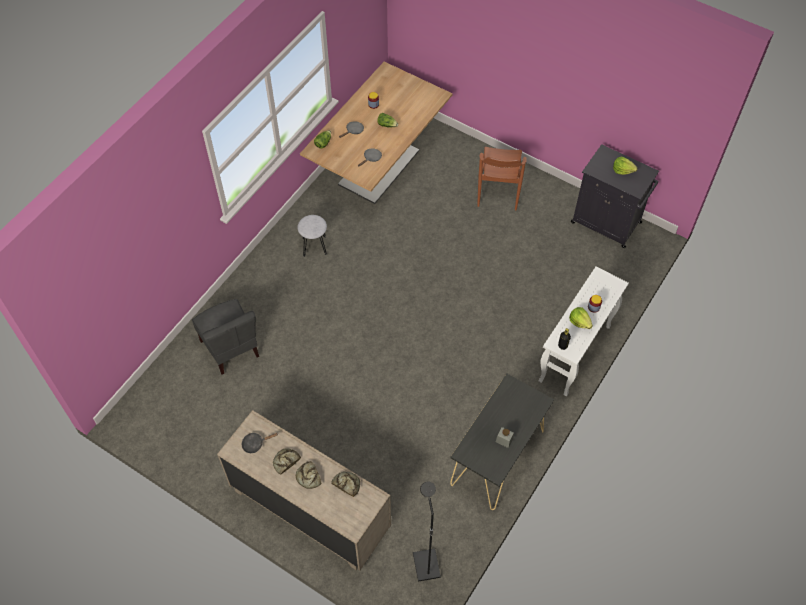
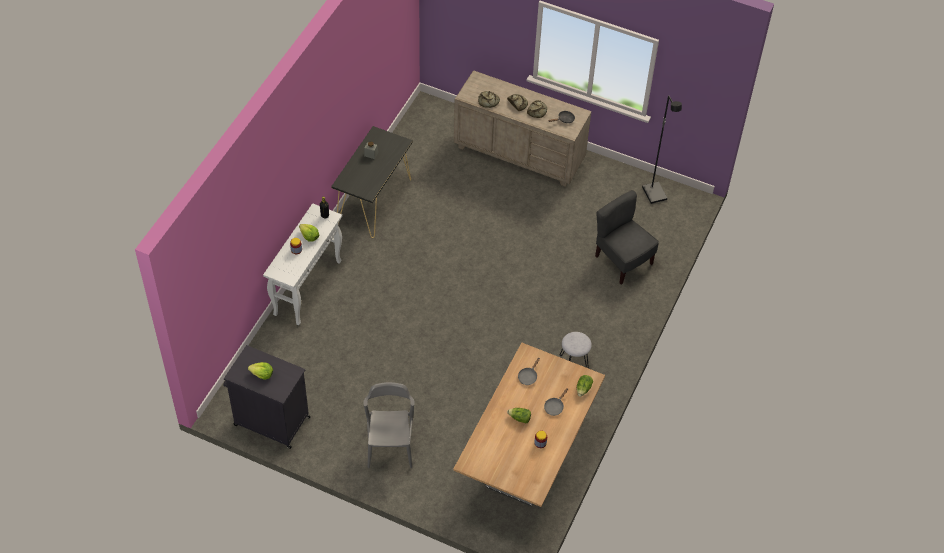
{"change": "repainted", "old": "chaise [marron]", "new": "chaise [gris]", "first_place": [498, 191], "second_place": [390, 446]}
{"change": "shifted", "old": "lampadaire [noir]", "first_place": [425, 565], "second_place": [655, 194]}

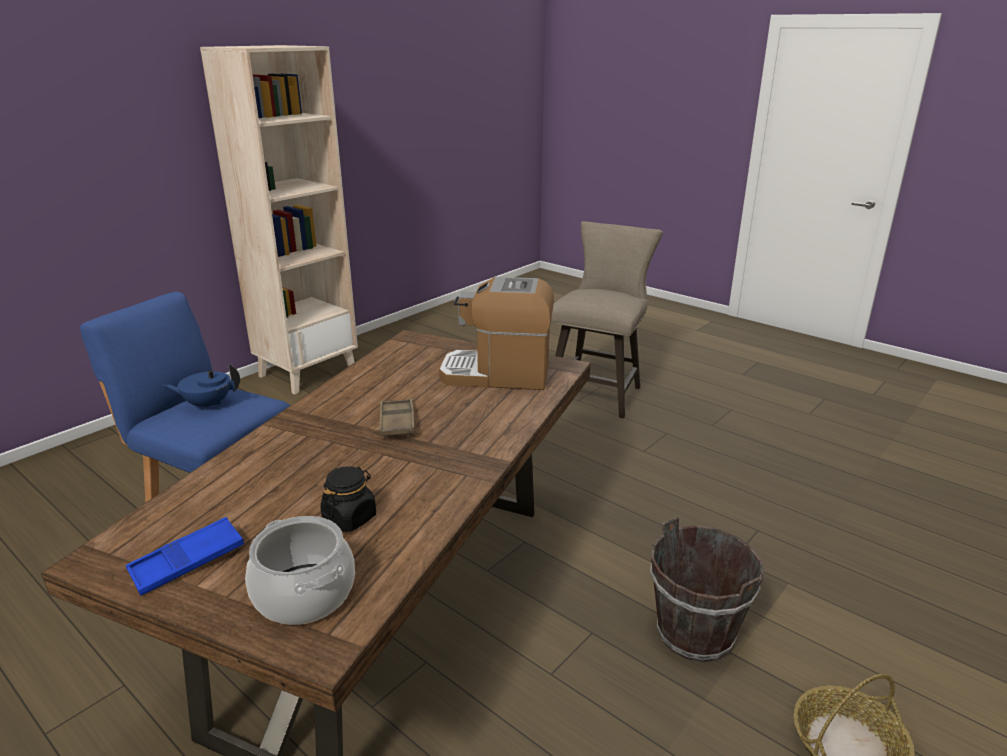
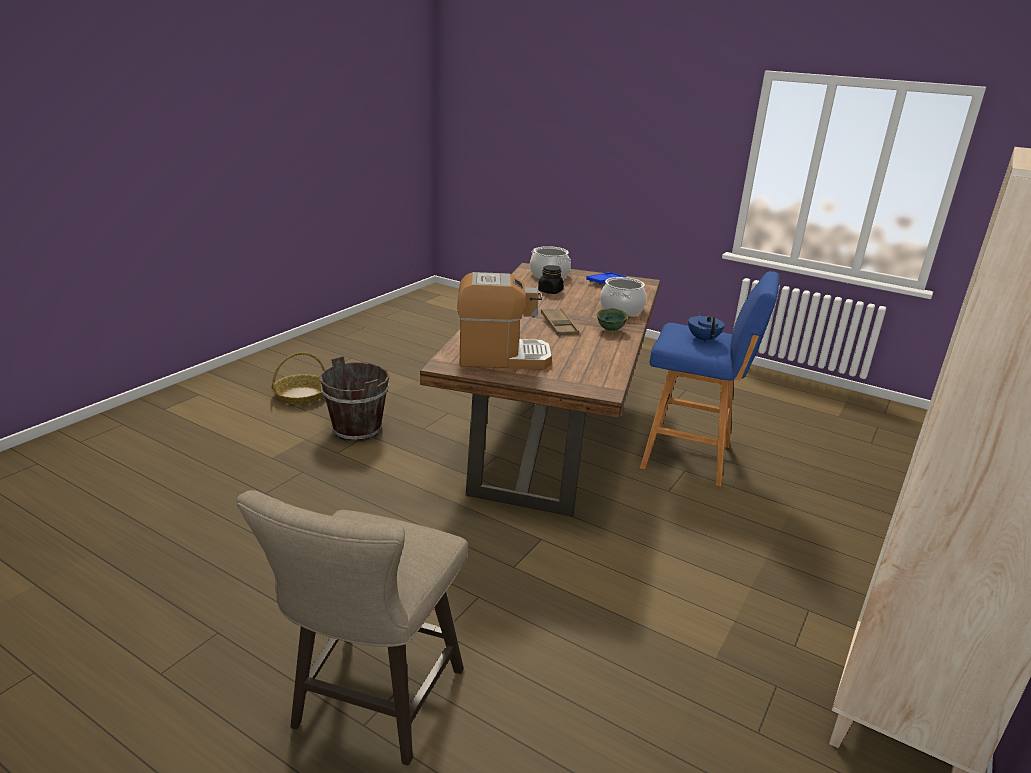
{"change": "rotated", "old": "théière [bleu]", "first_place": [207, 404], "second_place": [703, 339], "degrees": -75}
{"change": "new", "new": "marmite", "second_place": [621, 309]}
{"change": "new", "new": "bol [vert]", "second_place": [611, 330]}

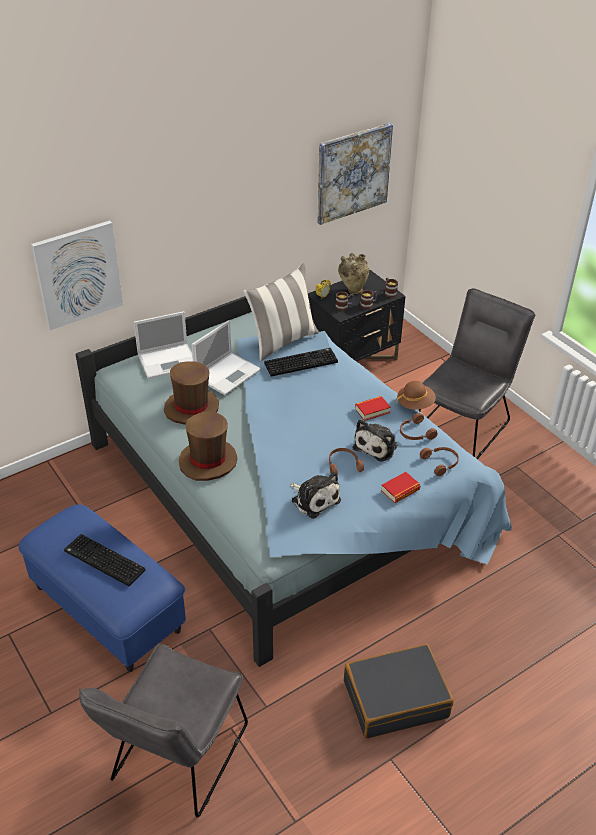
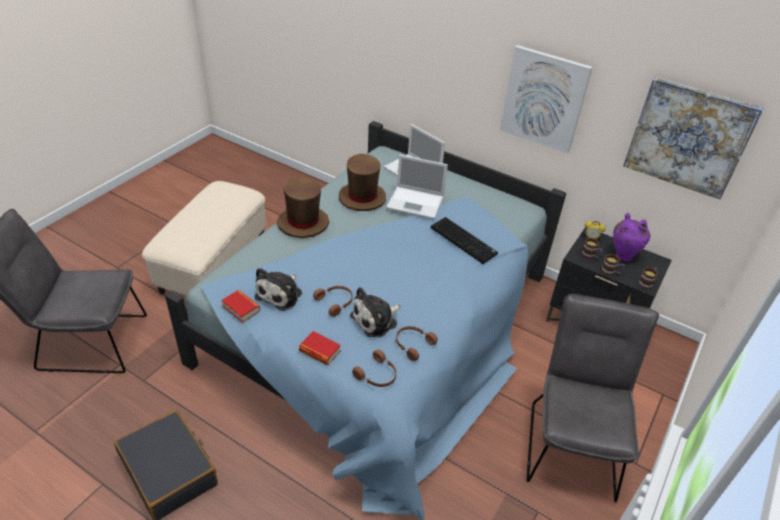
{"change": "shifted", "old": "tableau", "first_place": [78, 274], "second_place": [544, 99]}
{"change": "repainted", "old": "vase [beige]", "new": "vase [violet]", "first_place": [352, 290], "second_place": [623, 255]}
{"change": "gone", "old": "coussin", "first_place": [282, 341]}
{"change": "rotated", "old": "chaise [gris]", "first_place": [464, 423], "second_place": [571, 443], "degrees": -90}
{"change": "gone", "old": "chapeau [marron]", "first_place": [415, 404]}
{"change": "shifted", "old": "livre", "first_place": [372, 410], "second_place": [241, 308]}
{"change": "rotated", "old": "peluche", "first_place": [377, 446], "second_place": [376, 320], "degrees": -45}
{"change": "repainted", "old": "pouf [bleu]", "new": "pouf [beige]", "first_place": [106, 609], "second_place": [213, 263]}
{"change": "gone", "old": "clavier", "first_place": [103, 561]}

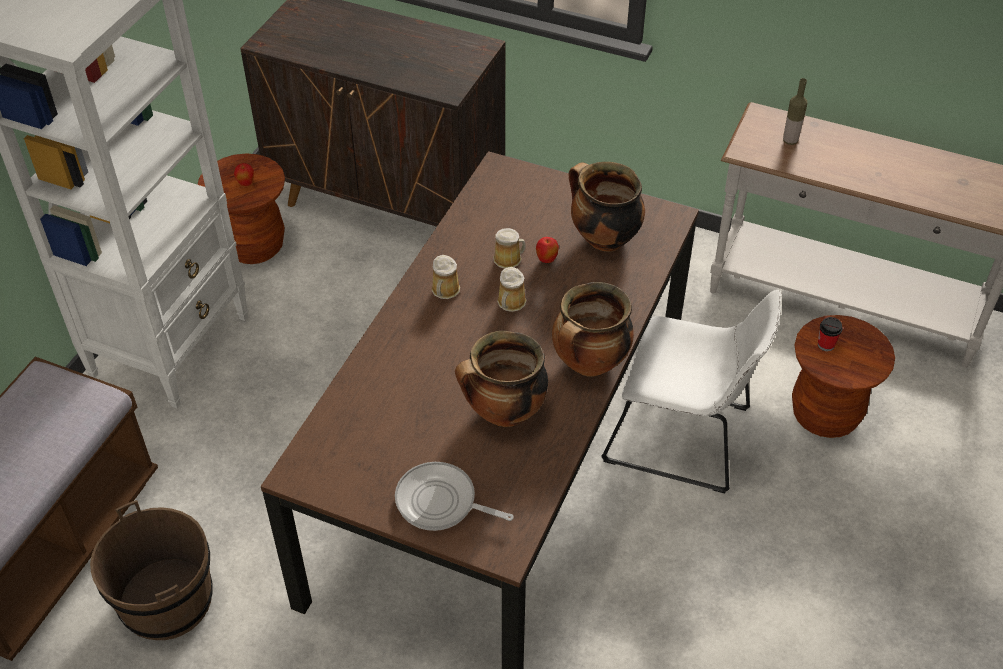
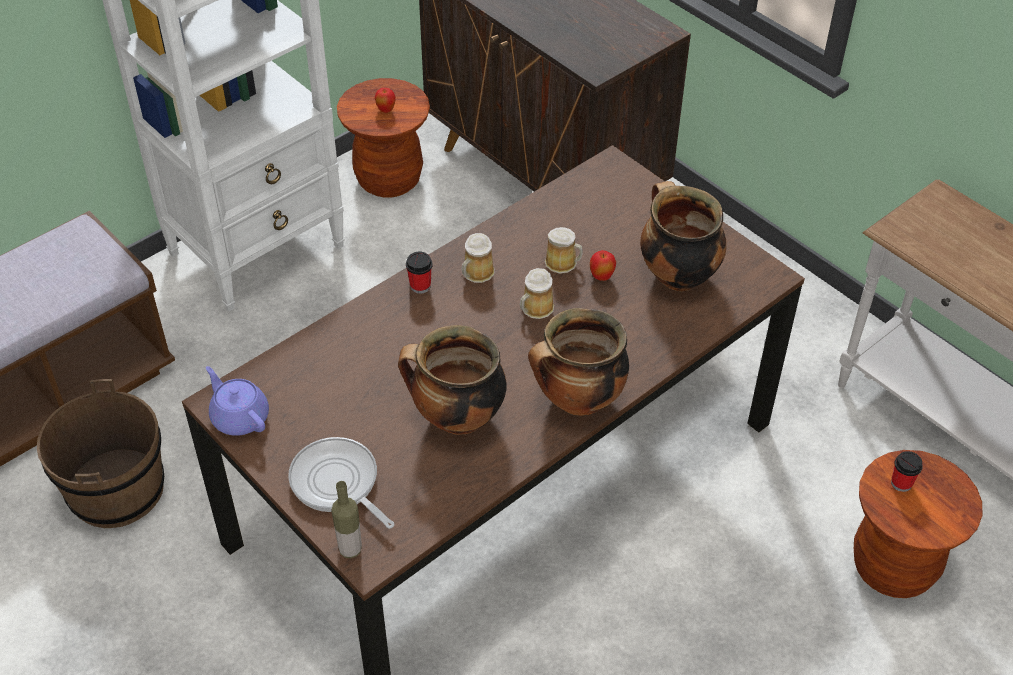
{"change": "shifted", "old": "bouteille", "first_place": [790, 141], "second_place": [350, 549]}
{"change": "gone", "old": "chaise [blanc]", "first_place": [683, 437]}
{"change": "new", "new": "tasse", "second_place": [420, 286]}
{"change": "new", "new": "théière [violet]", "second_place": [239, 417]}

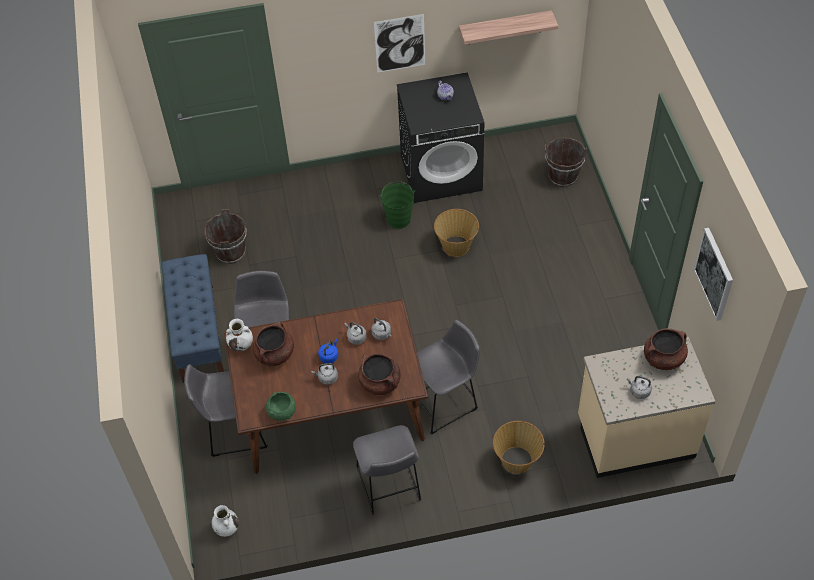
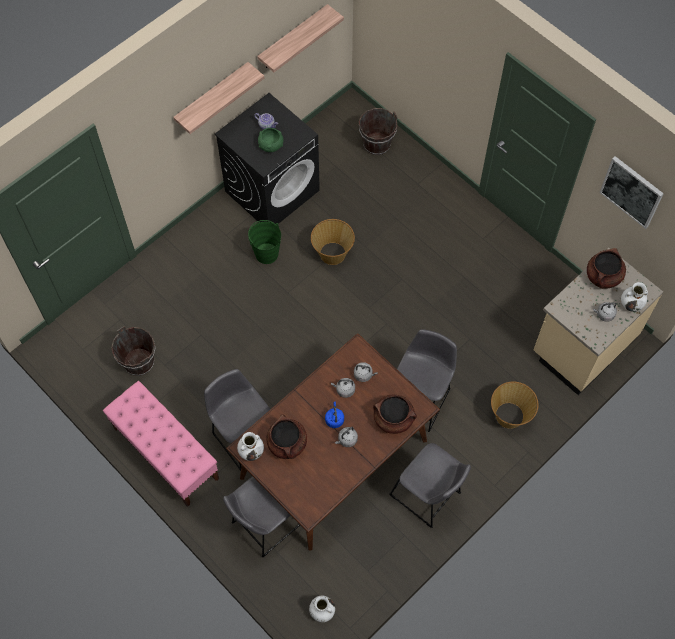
{"change": "swapped", "old": "tableau", "new": "étagère", "first_place": [400, 43], "second_place": [212, 97]}
{"change": "repainted", "old": "banc [bleu]", "new": "banc [rose]", "first_place": [198, 332], "second_place": [165, 453]}
{"change": "shifted", "old": "bol [vert]", "first_place": [282, 411], "second_place": [271, 145]}
{"change": "new", "new": "vase [blanc]", "second_place": [631, 304]}

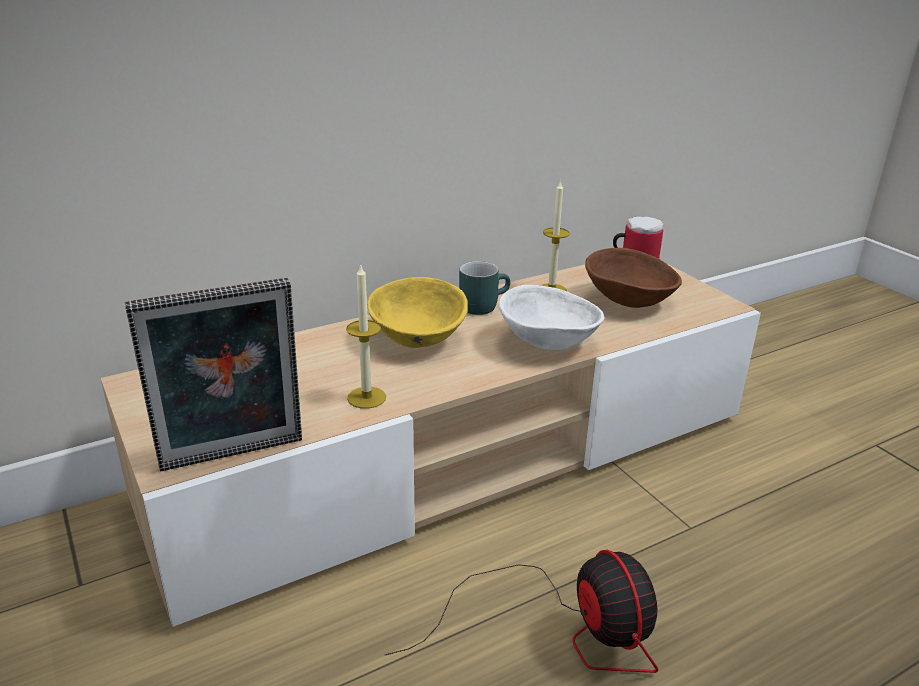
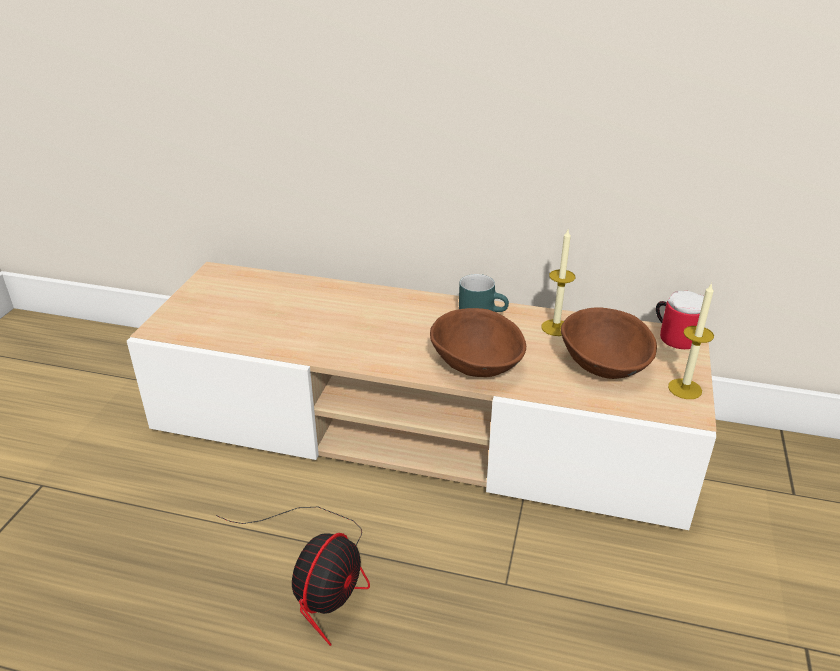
{"change": "shifted", "old": "bougie", "first_place": [366, 397], "second_place": [685, 389]}
{"change": "gone", "old": "bol [jaune]", "first_place": [417, 339]}
{"change": "gone", "old": "cadre photo", "first_place": [233, 457]}
{"change": "repainted", "old": "bol [blanc]", "new": "bol [marron]", "first_place": [548, 343], "second_place": [477, 366]}

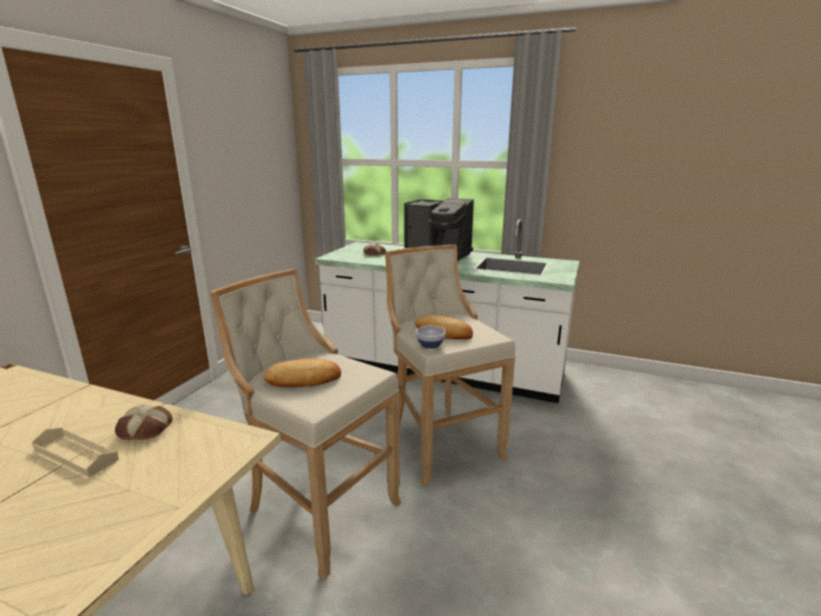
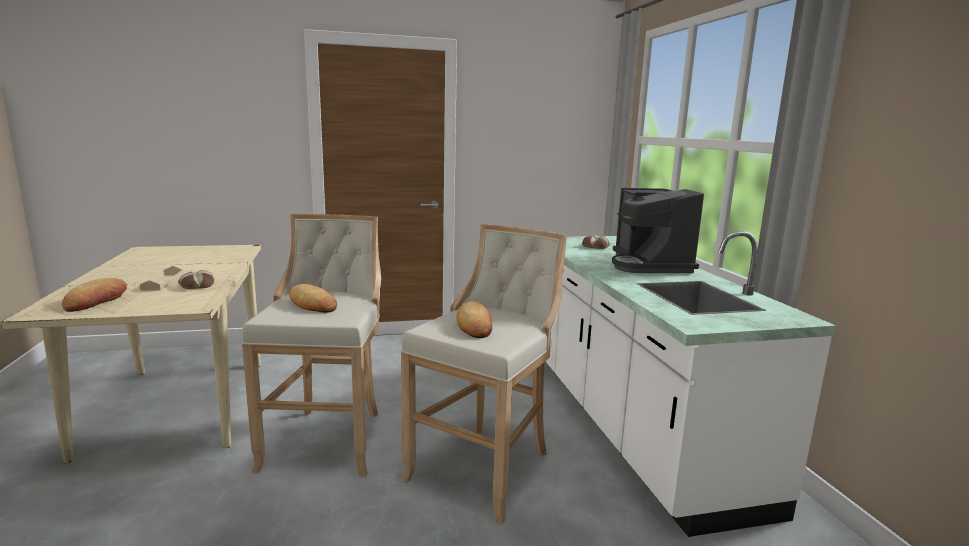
{"change": "gone", "old": "bol", "first_place": [431, 345]}
{"change": "new", "new": "pain", "second_place": [97, 300]}

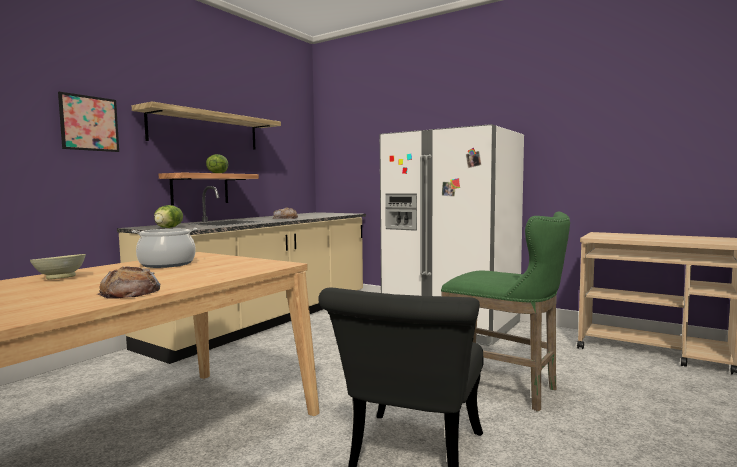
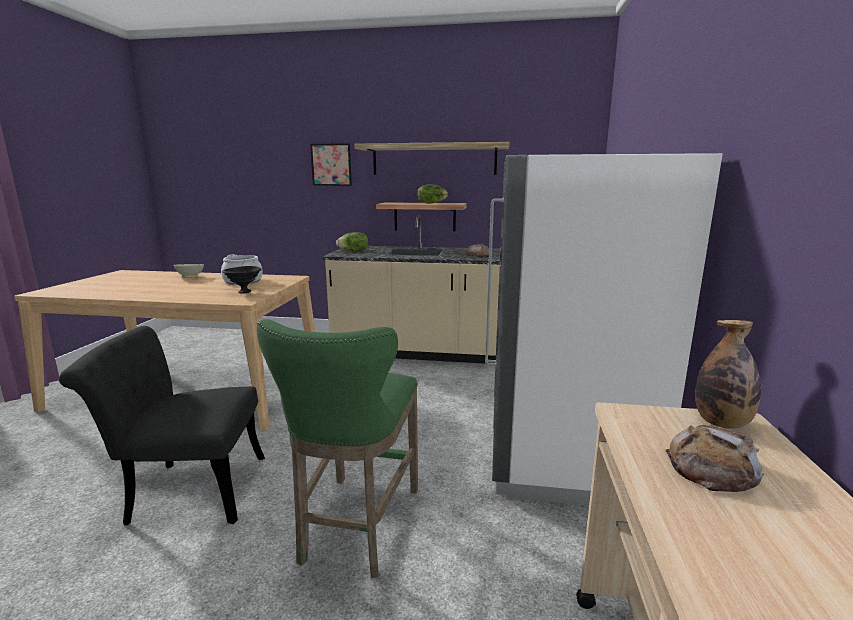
{"change": "shifted", "old": "pain", "first_place": [130, 292], "second_place": [712, 468]}
{"change": "new", "new": "bol [noir]", "second_place": [243, 292]}
{"change": "new", "new": "bouteille", "second_place": [721, 423]}

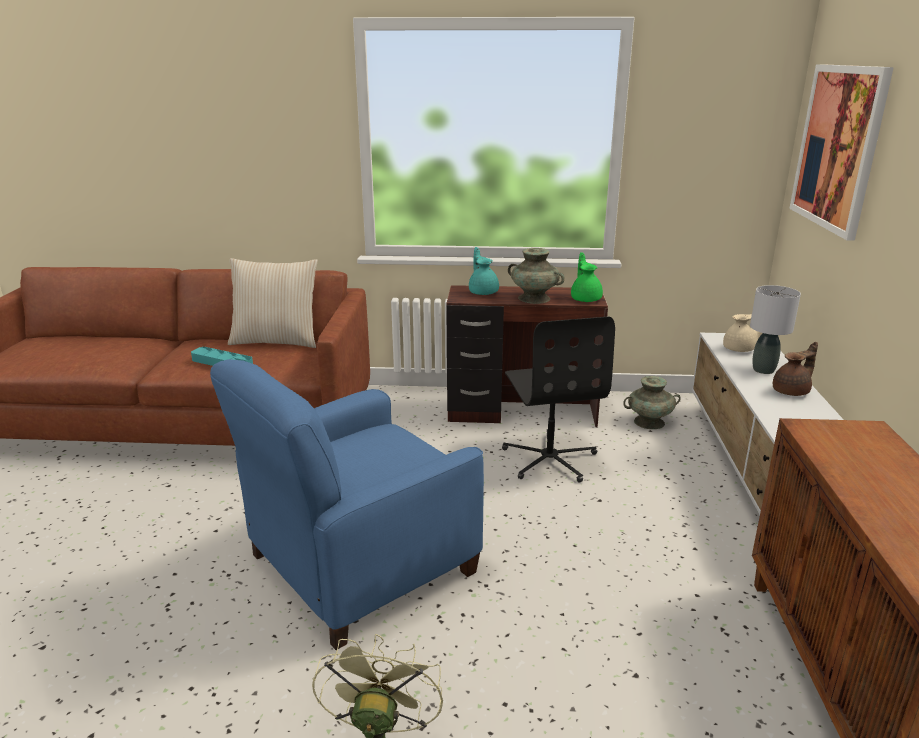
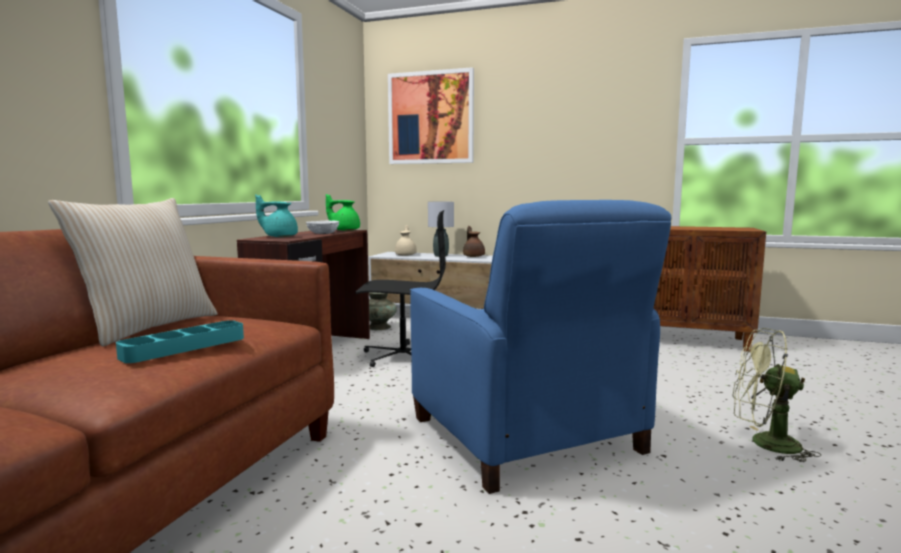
{"change": "swapped", "old": "vase [turquoise]", "new": "bol [blanc]", "first_place": [534, 298], "second_place": [323, 233]}

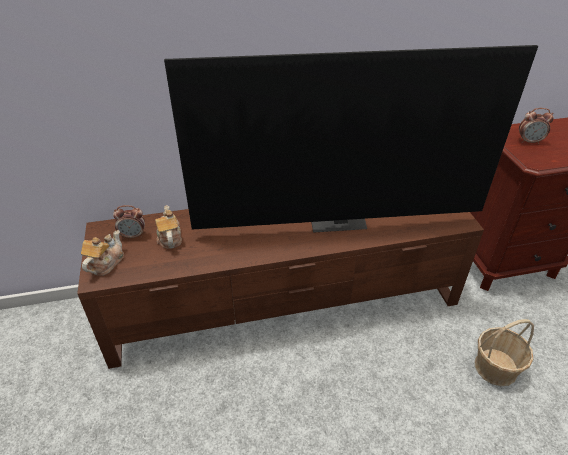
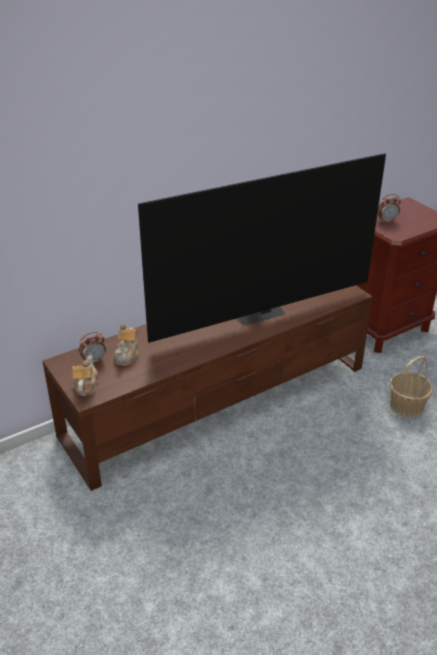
{"change": "rotated", "old": "théière", "first_place": [169, 238], "second_place": [127, 355], "degrees": -135}

